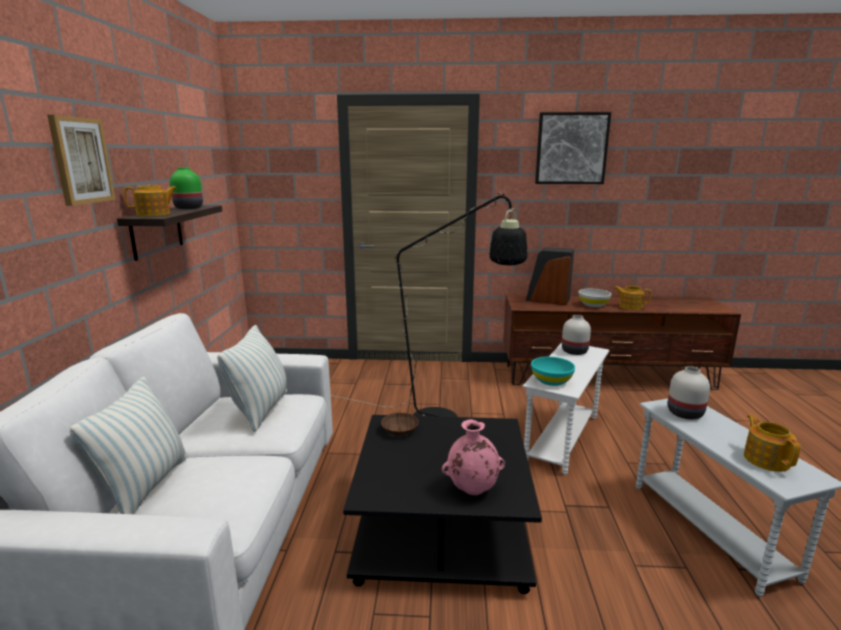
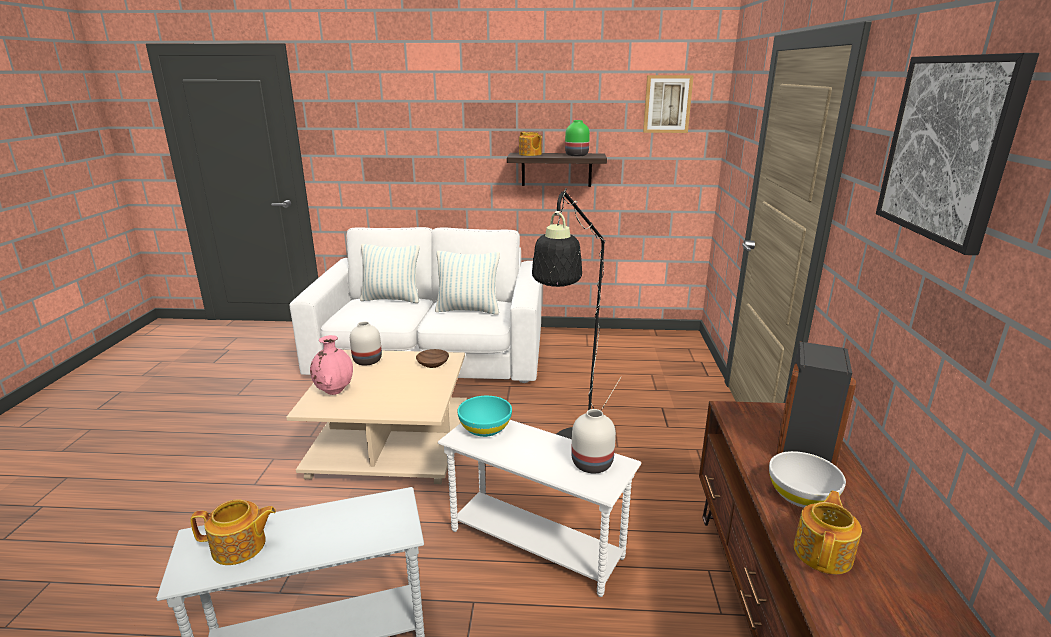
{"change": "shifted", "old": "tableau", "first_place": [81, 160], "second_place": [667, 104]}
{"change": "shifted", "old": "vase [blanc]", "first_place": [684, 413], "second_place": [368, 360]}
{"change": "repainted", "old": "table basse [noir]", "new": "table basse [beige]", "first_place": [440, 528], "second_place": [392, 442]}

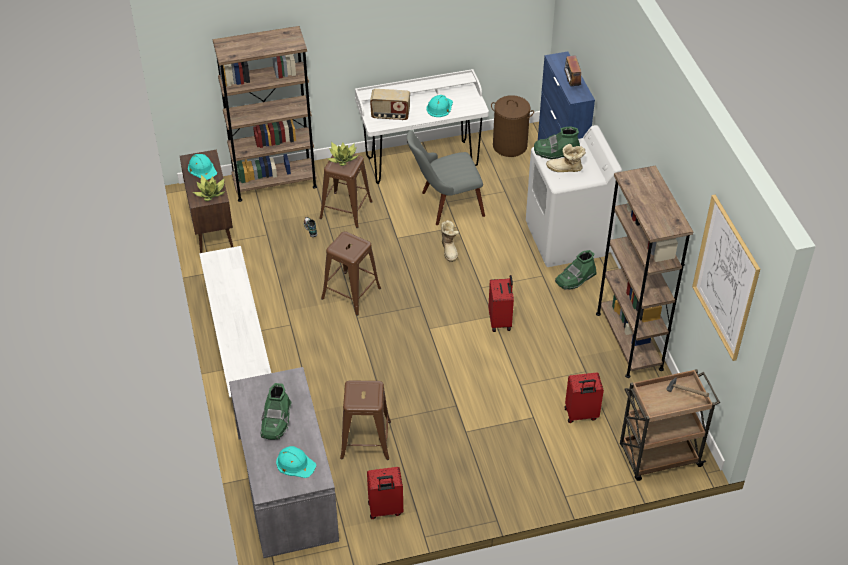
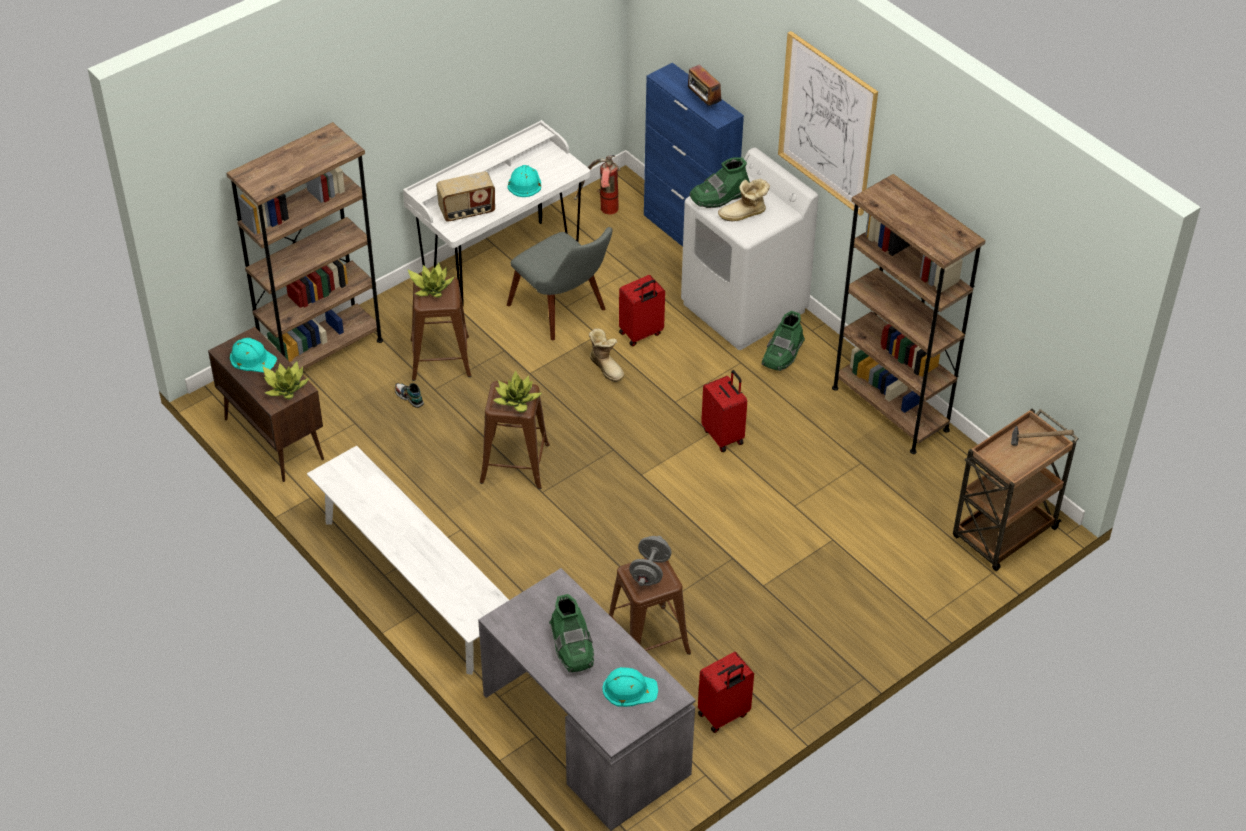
{"change": "swapped", "old": "panier à linge [marron]", "new": "extincteur", "first_place": [510, 146], "second_place": [602, 210]}
{"change": "rotated", "old": "chaise [gris]", "first_place": [444, 205], "second_place": [565, 312], "degrees": -90}
{"change": "shifted", "old": "tableau", "first_place": [726, 278], "second_place": [827, 123]}
{"change": "shifted", "old": "valise [rouge]", "first_place": [581, 415], "second_place": [641, 334]}
{"change": "new", "new": "plante en pot", "second_place": [517, 400]}
{"change": "new", "new": "haltère [gris]", "second_place": [650, 571]}

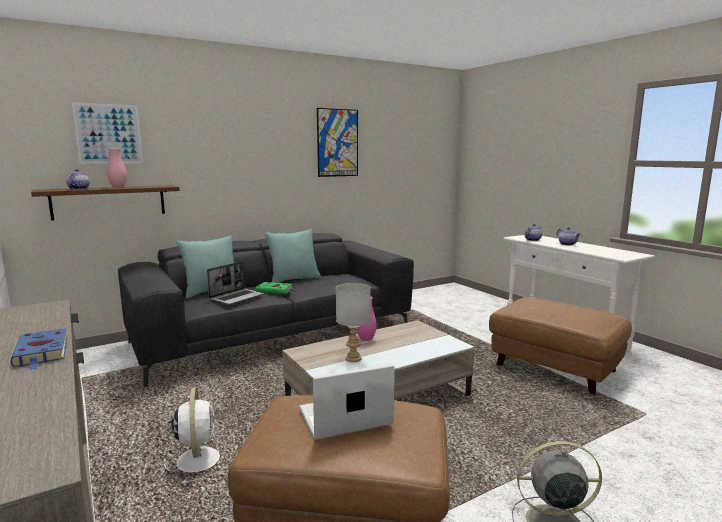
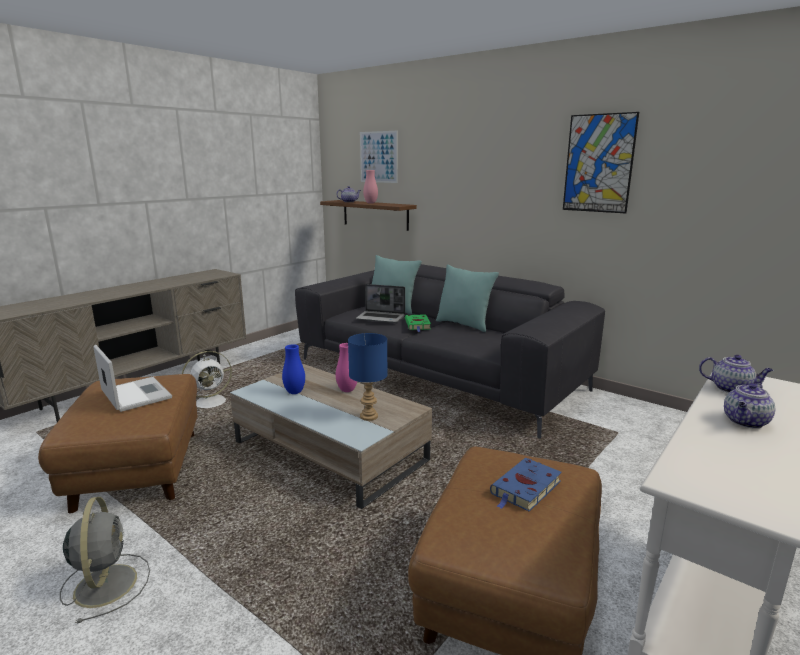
{"change": "swapped", "old": "lampe de table [gris]", "new": "vase [bleu]", "first_place": [353, 358], "second_place": [294, 392]}
{"change": "shifted", "old": "livre [bleu]", "first_place": [42, 352], "second_place": [525, 489]}
{"change": "new", "new": "lampe de table [bleu]", "second_place": [368, 417]}

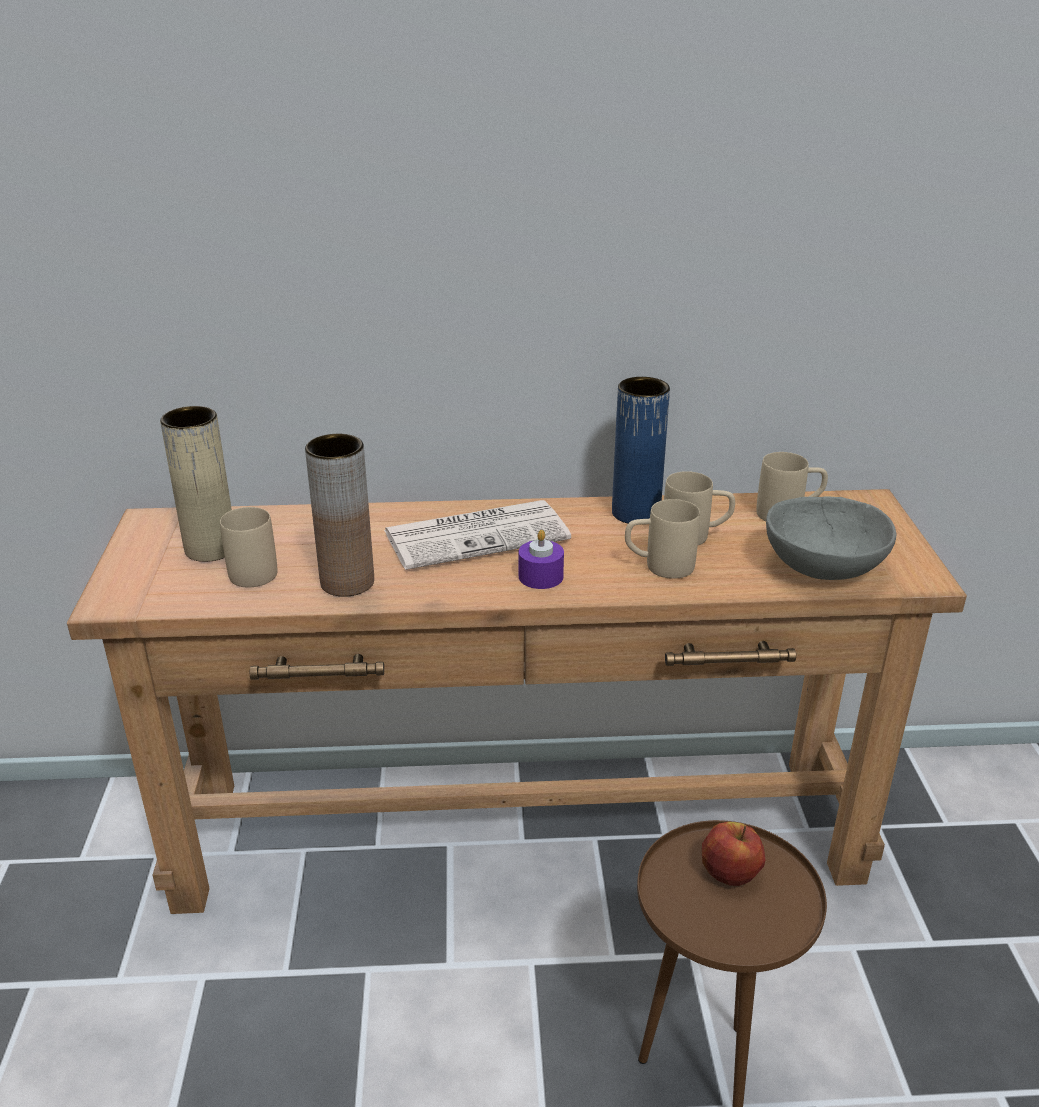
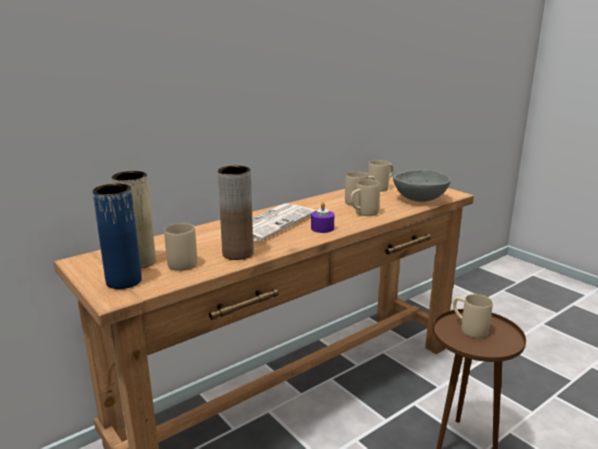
{"change": "shifted", "old": "vase [bleu]", "first_place": [636, 513], "second_place": [124, 281]}
{"change": "swapped", "old": "pomme", "new": "mug [beige]", "first_place": [729, 873], "second_place": [468, 328]}

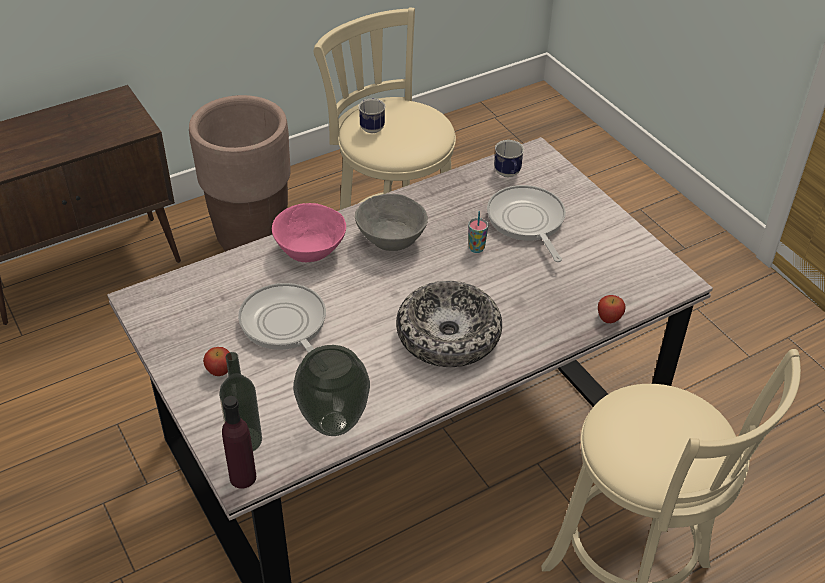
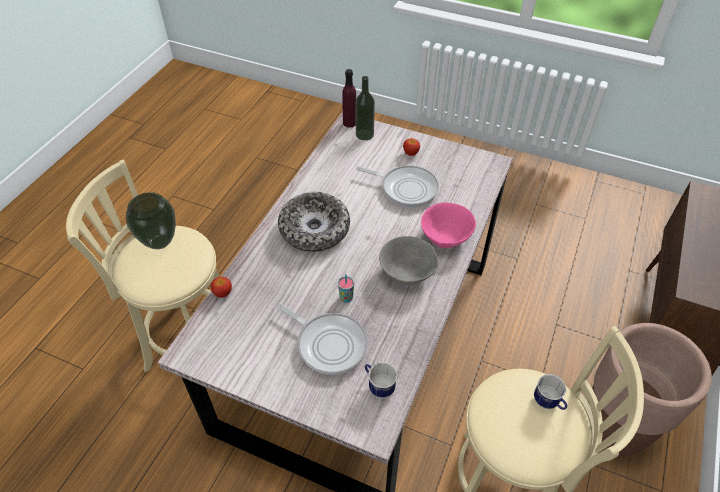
{"change": "shifted", "old": "vase", "first_place": [335, 424], "second_place": [159, 242]}

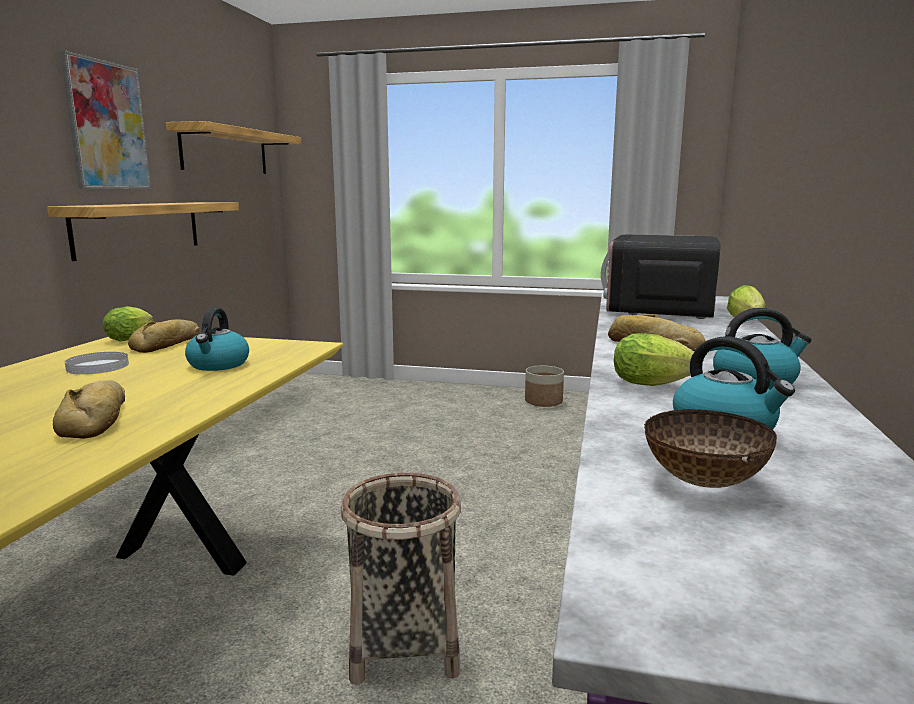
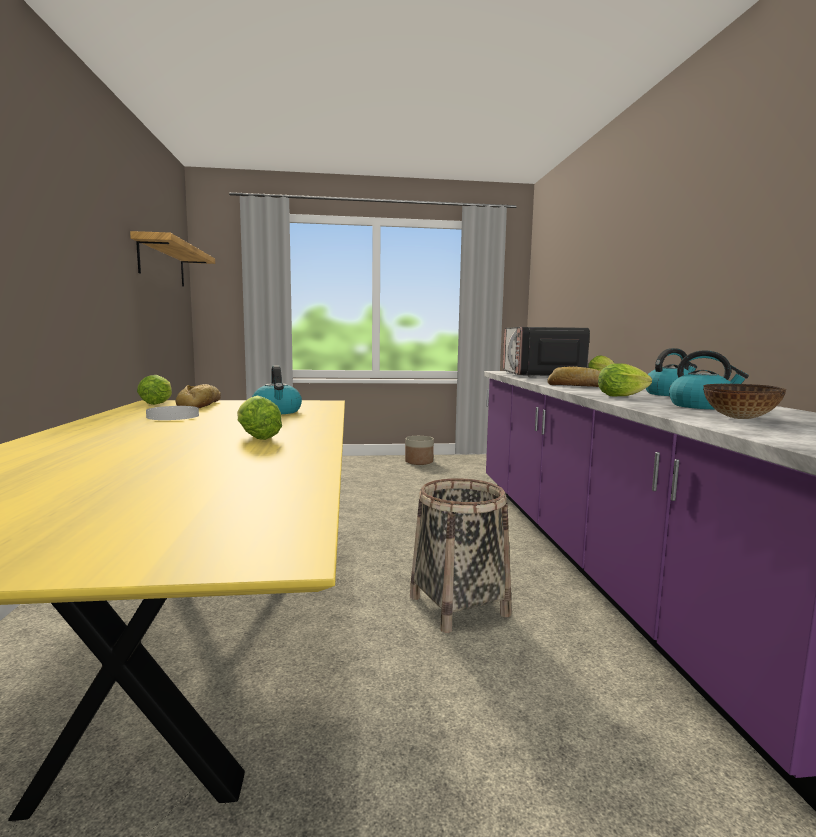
{"change": "gone", "old": "tableau", "first_place": [107, 126]}
{"change": "gone", "old": "étagère", "first_place": [139, 228]}
{"change": "swapped", "old": "pain", "new": "laitue", "first_place": [98, 419], "second_place": [256, 437]}

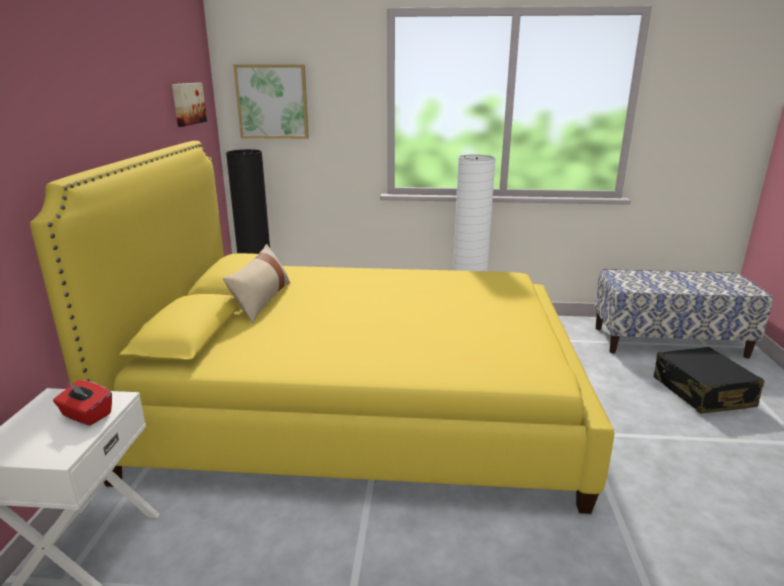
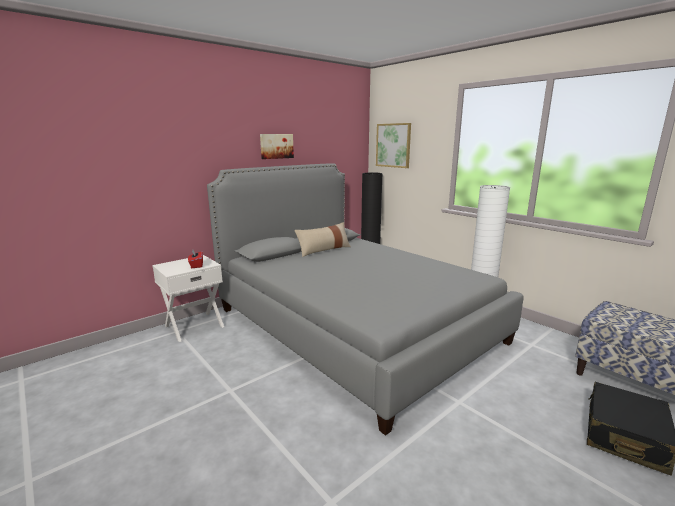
{"change": "shifted", "old": "tableau", "first_place": [187, 103], "second_place": [276, 146]}
{"change": "repainted", "old": "lit [jaune]", "new": "lit [gris]", "first_place": [360, 402], "second_place": [353, 325]}

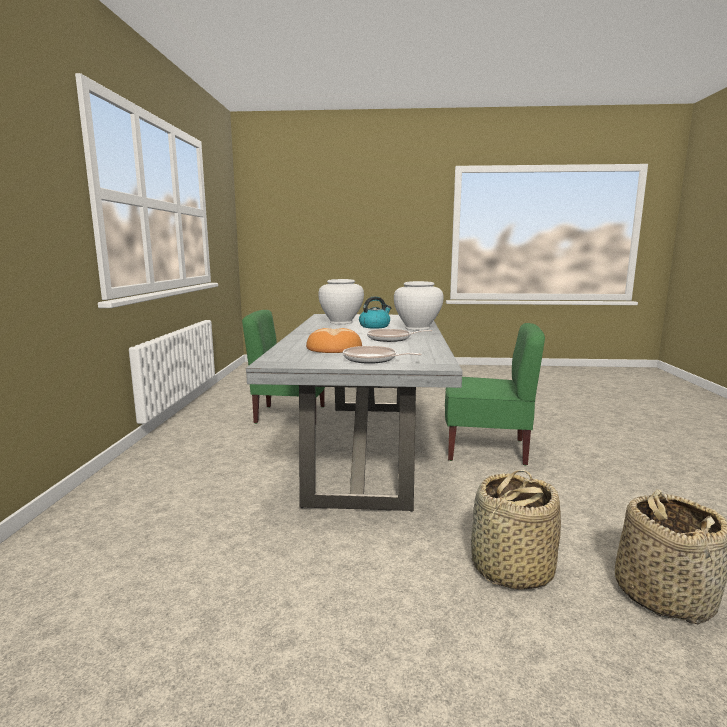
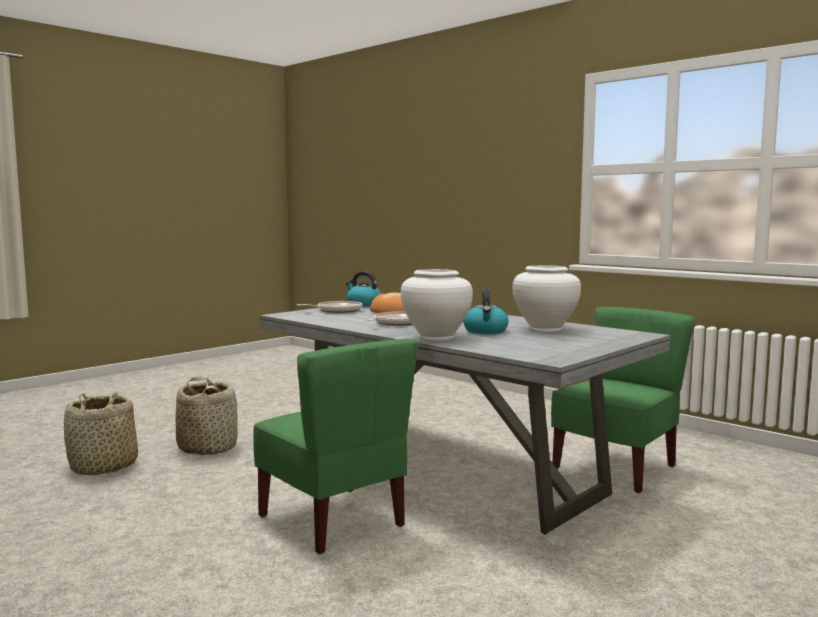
{"change": "rotated", "old": "chaise [vert]", "first_place": [487, 449], "second_place": [333, 520], "degrees": -90}
{"change": "new", "new": "bouilloire", "second_place": [363, 304]}

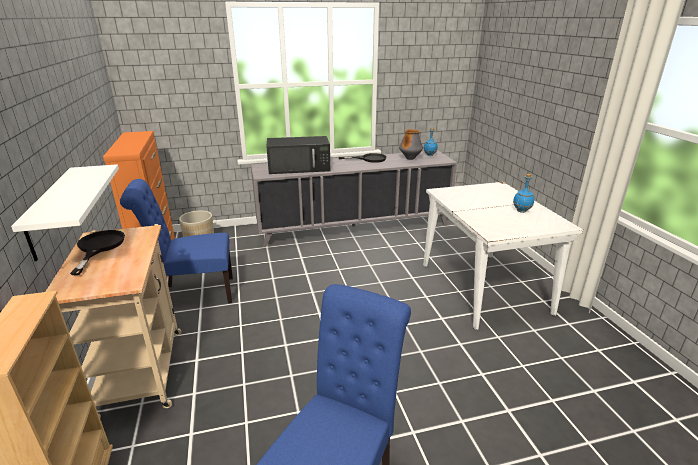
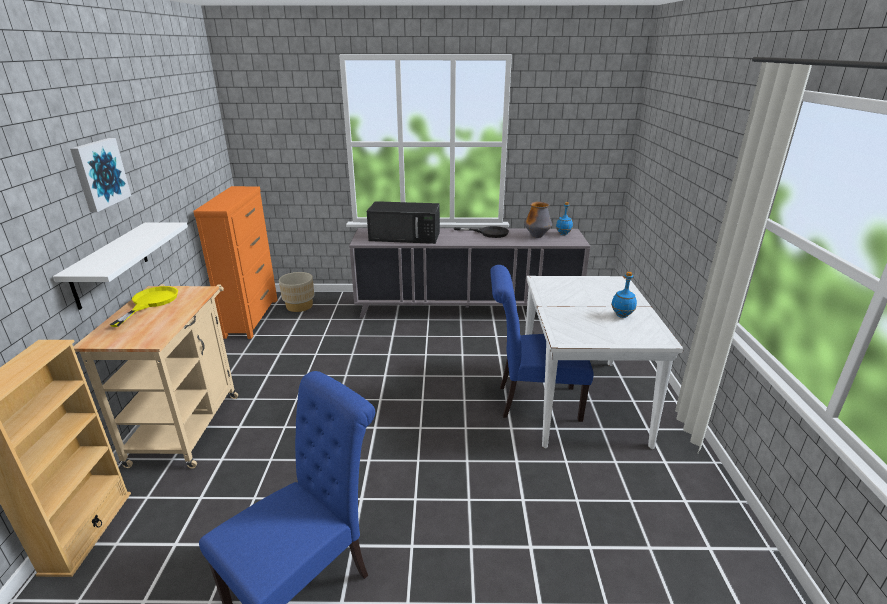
{"change": "shifted", "old": "chaise [bleu]", "first_place": [194, 294], "second_place": [533, 402]}
{"change": "repainted", "old": "poêle [noir]", "new": "poêle [jaune]", "first_place": [98, 247], "second_place": [151, 302]}
{"change": "new", "new": "tableau", "second_place": [99, 174]}

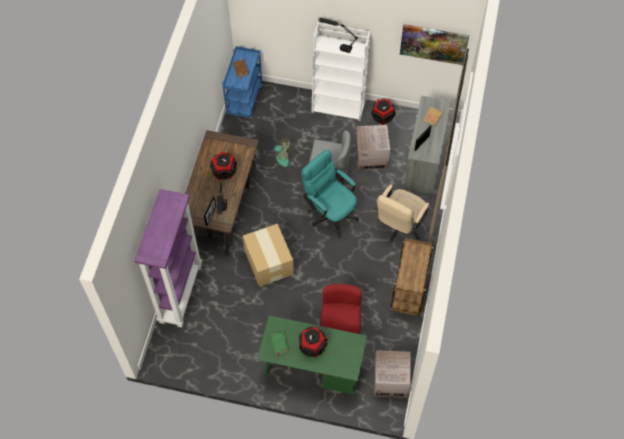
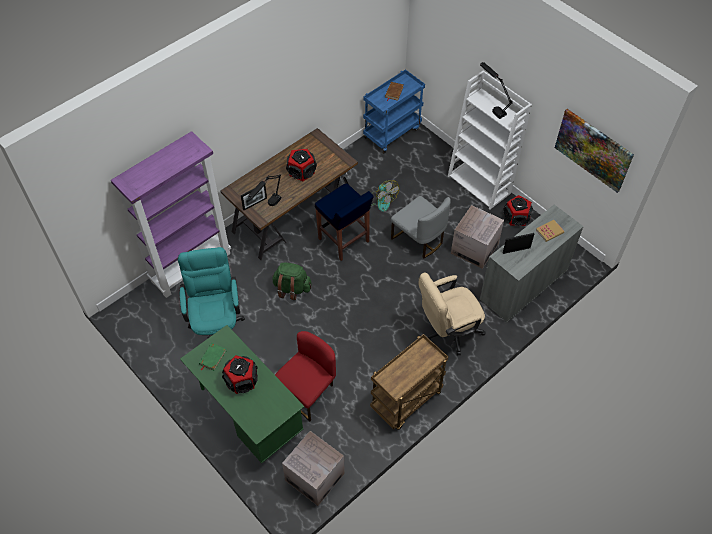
{"change": "shifted", "old": "chaise de bureau [turquoise]", "first_place": [330, 213], "second_place": [217, 325]}
{"change": "swapped", "old": "carton", "new": "sac à dos [vert]", "first_place": [268, 263], "second_place": [292, 288]}
{"change": "new", "new": "tabouret [bleu]", "second_place": [344, 241]}

